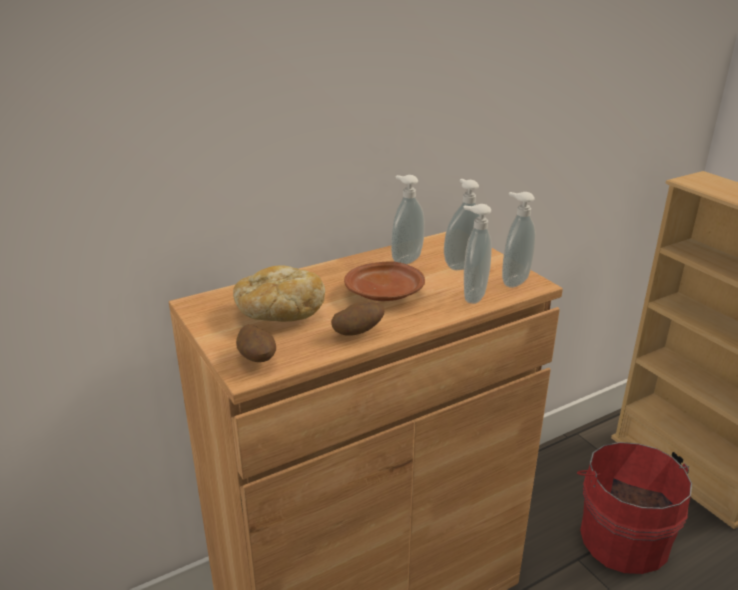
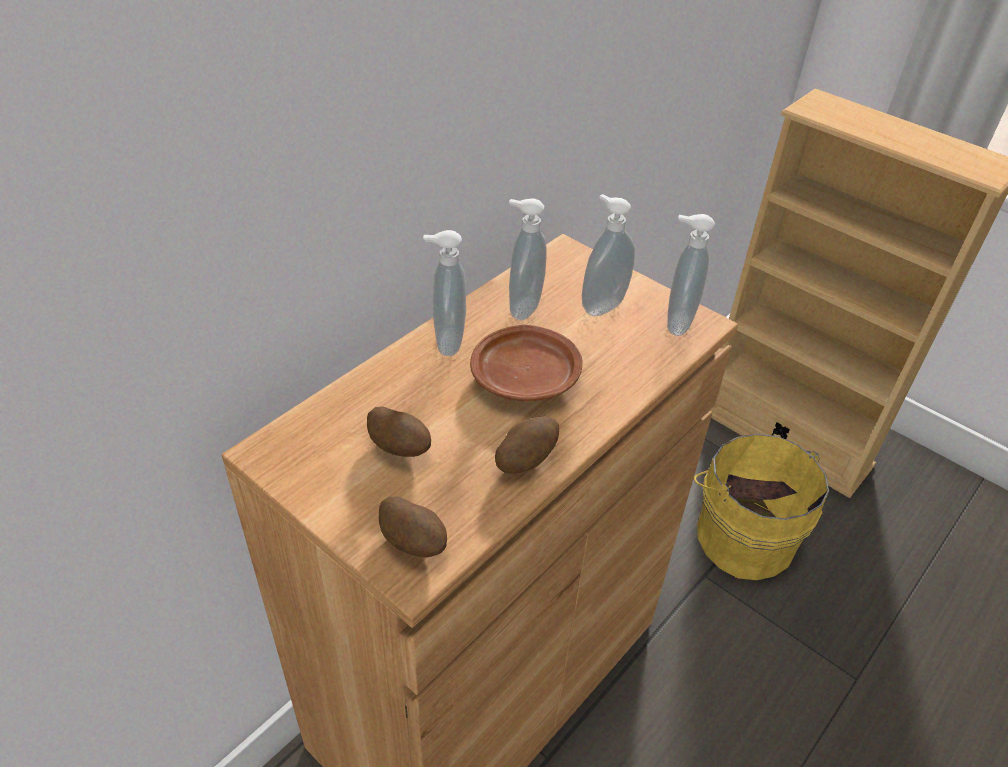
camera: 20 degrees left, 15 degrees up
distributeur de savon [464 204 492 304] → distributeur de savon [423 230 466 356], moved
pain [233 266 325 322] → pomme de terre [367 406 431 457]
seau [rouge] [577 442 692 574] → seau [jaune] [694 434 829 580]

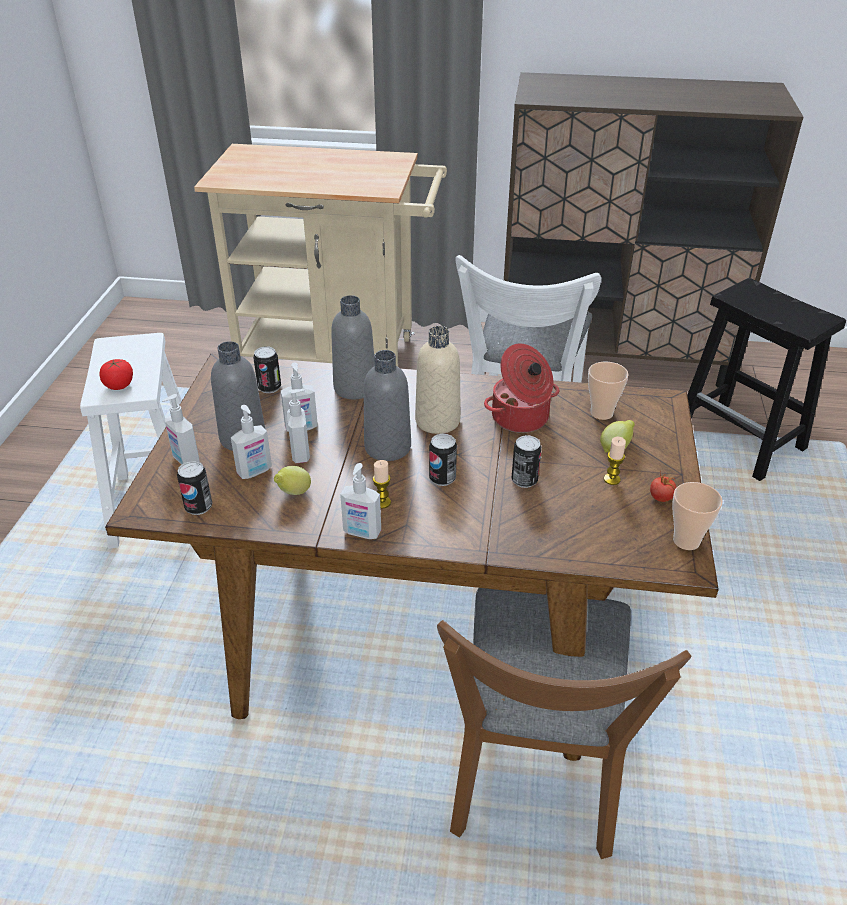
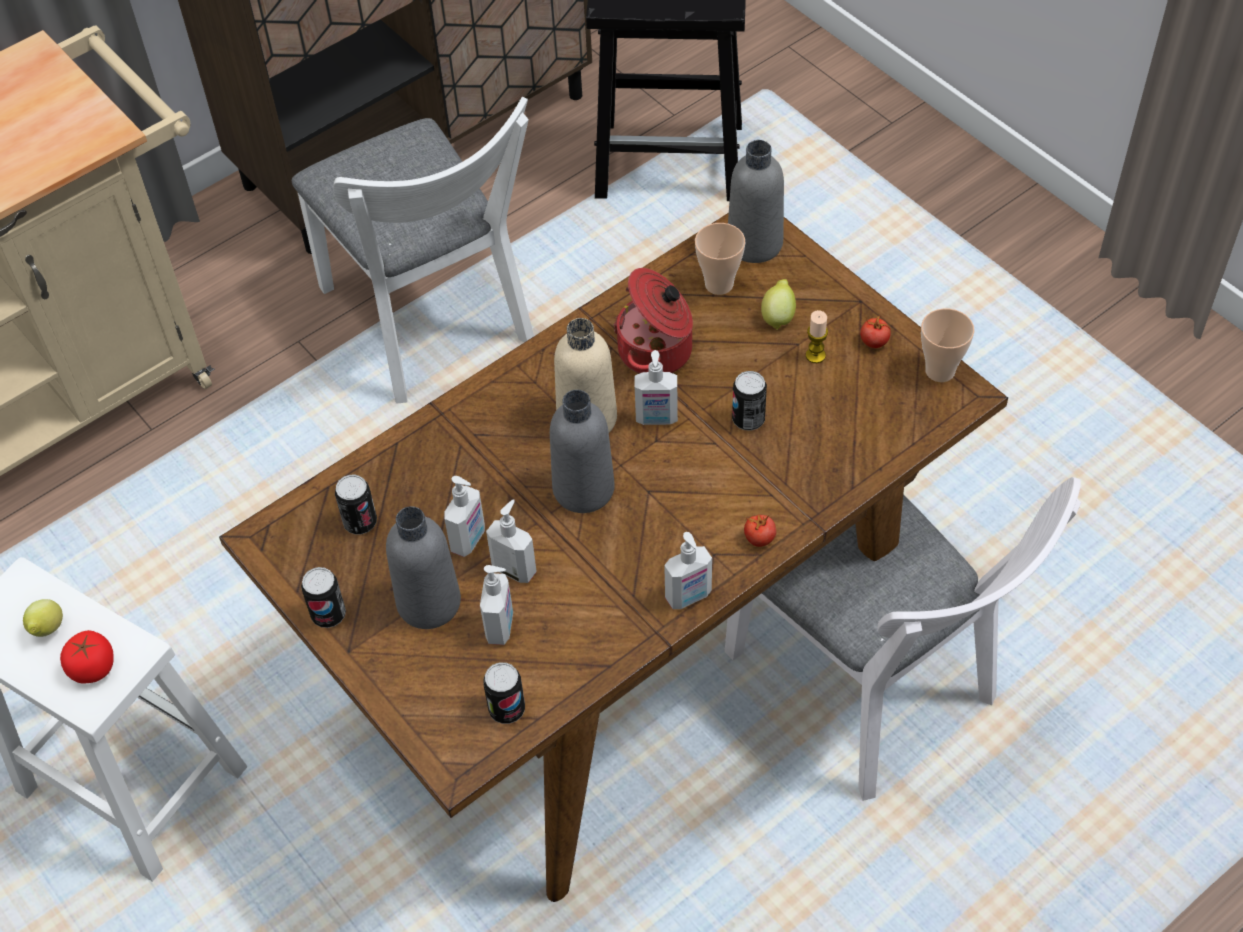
camera: 45 degrees left, 15 degrees up
bouteille [gris] [331 295 375 399] → bouteille [gris] [728 140 784 263], moved
distributeur de savon [162 394 200 465] → distributeur de savon [635 350 678 425], moved
boîte métallique [429 434 457 486] → boîte métallique [301 567 346 628], moved
bougie [373 460 391 509] → -
citron [274 466 311 495] → citron [23 599 63 637], moved
chaise [marron] [437 588 691 859] → chaise [blanc] [725 477 1081 801]
- → tomate [744 514 776 547]

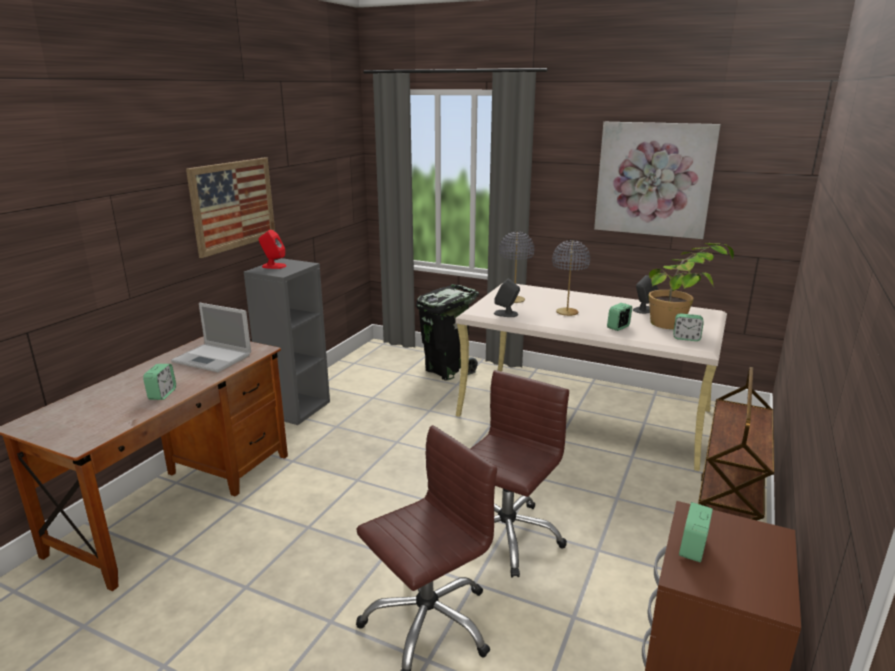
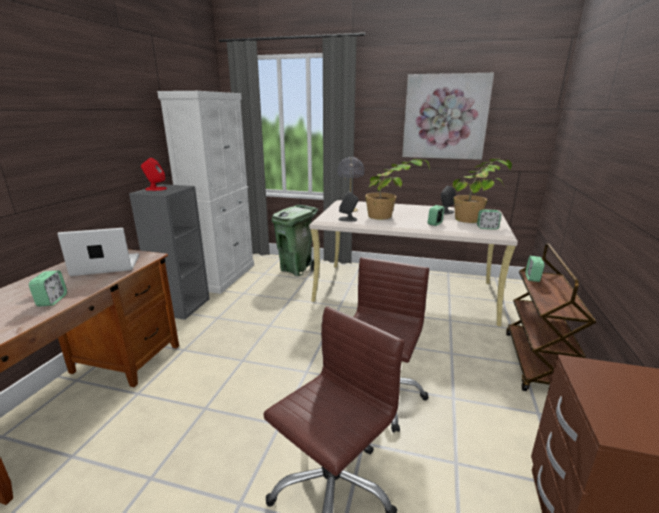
camera: 10 degrees left, 0 degrees up
tableau [186 157 275 258] → -
lampe de table [gris] [552 240 590 316] → plante en pot [365 159 430 220]
poubelle [noir] [416 284 479 381] → poubelle [vert] [272 205 318 276]
ordinateur portable [171 303 251 372] → ordinateur portable [58 228 139 276], 150 degrees clockwise
réveil [679 502 713 562] → réveil [525 256 545 282], moved
- → meuble de rangement [blanc] [157 91 254 294]

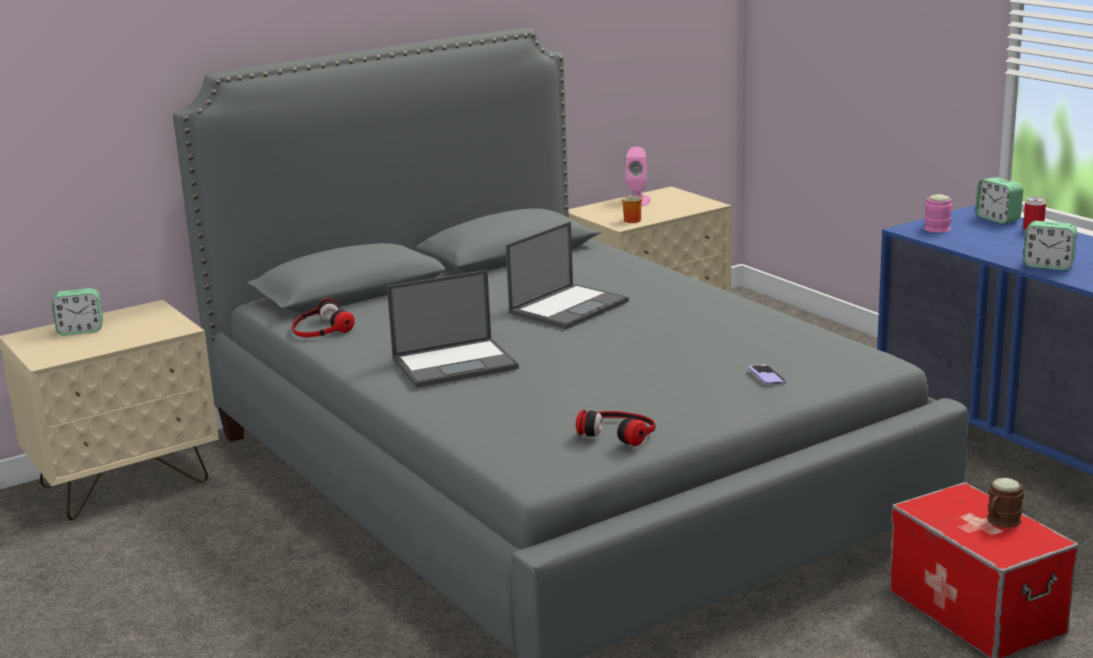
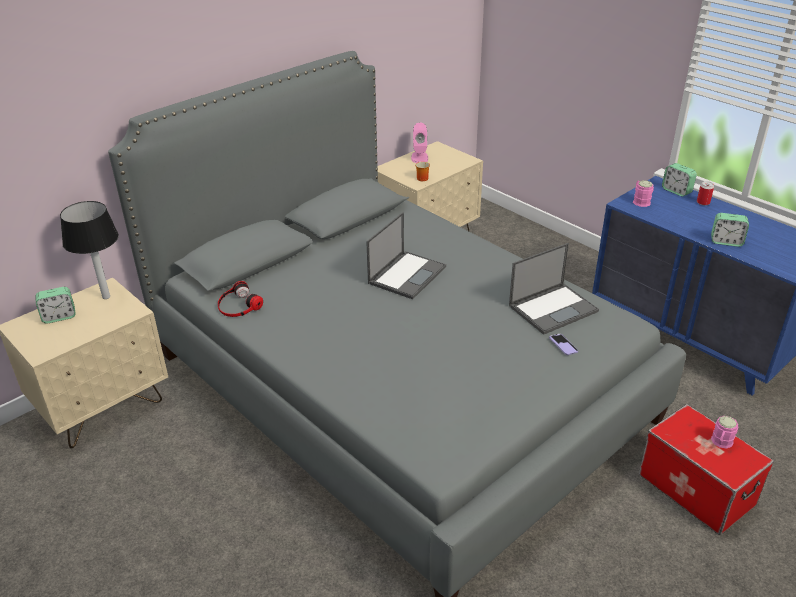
camera: 10 degrees left, 15 degrees up
ordinateur portable [387 270 519 388] → ordinateur portable [509 243 599 335], moved
casque audio [576 410 656 446] → -
mug [marron] [987 478 1024 528] → mug [rose] [711 416 738 449]
- → lampe de table [60 201 119 299]

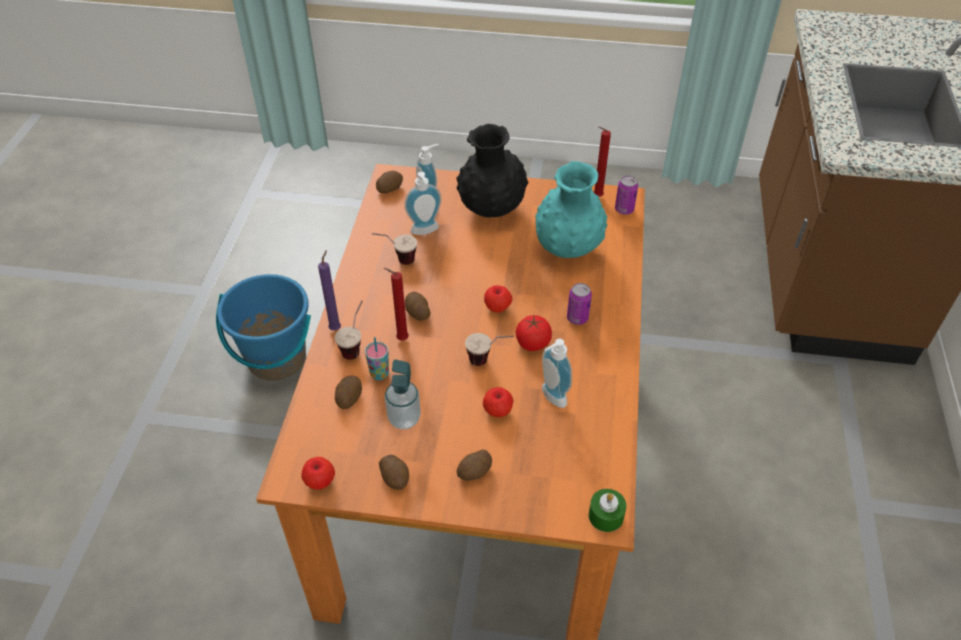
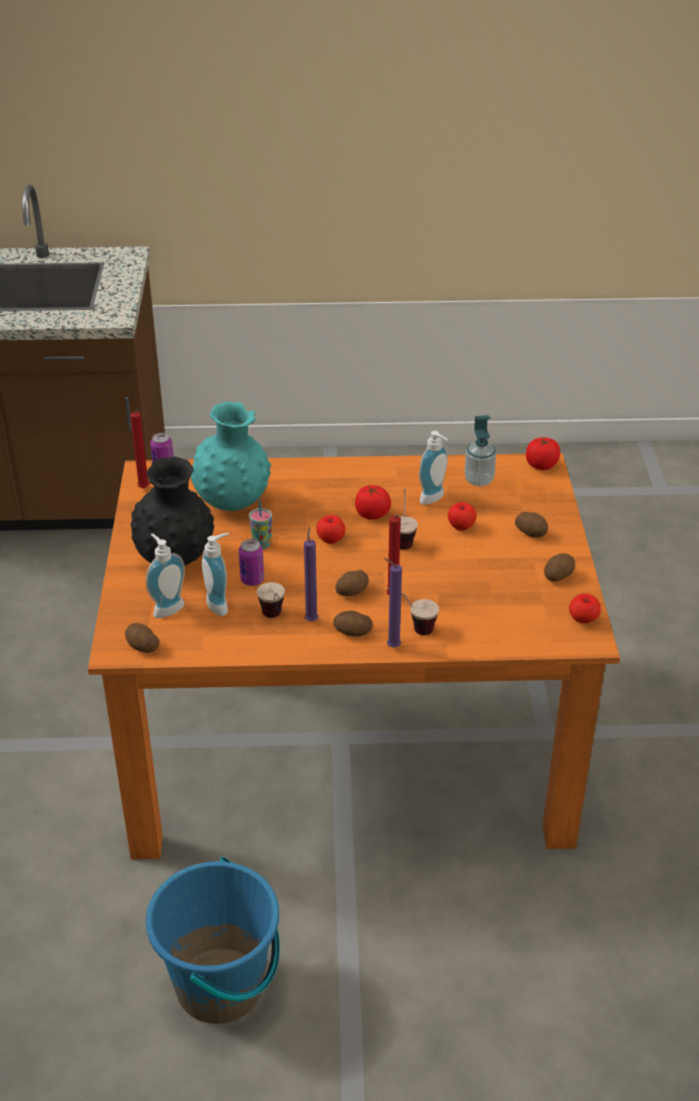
camera: 100 degrees left, 10 degrees down
boîte métallique [567 283 592 325] → boîte métallique [239 539 264 586], moved
tasse [365 337 389 380] → tasse [249 499 272 549], moved
distributeur de savon [384 359 421 430] → distributeur de savon [465 415 496 486], moved
pomme de terre [335 375 362 409] → pomme de terre [333 611 373 636], moved
bougie [vert] [588 489 627 532] → tomate [526 437 560 470]
- → bougie [violet] [304 526 318 621]

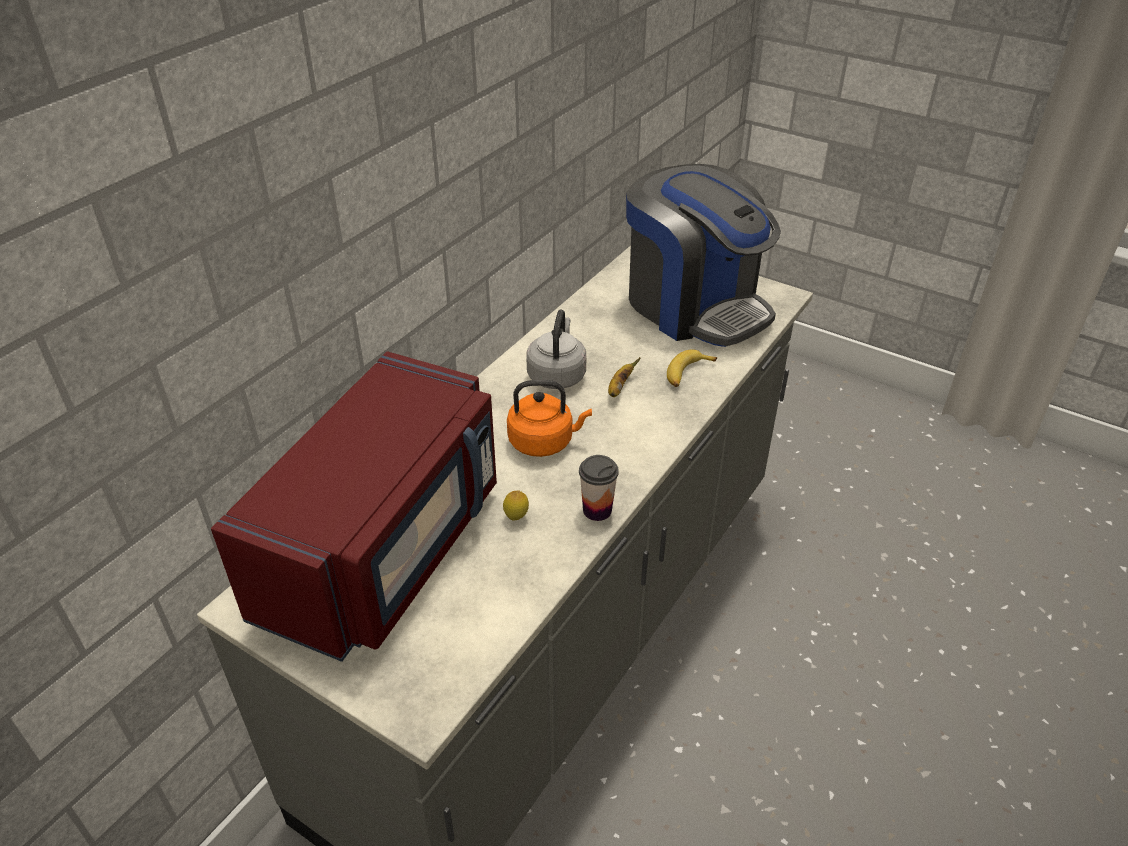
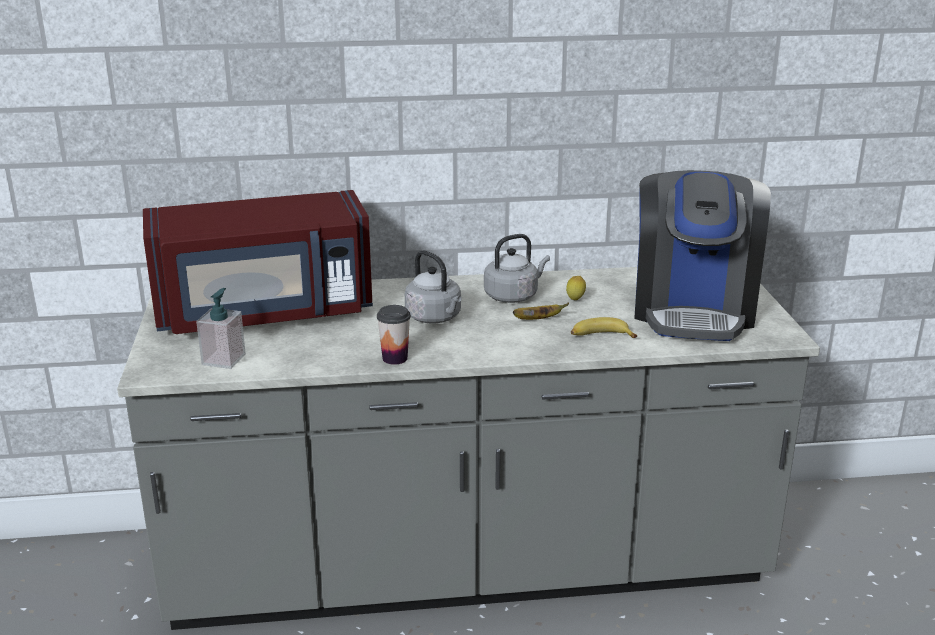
camera: 50 degrees right, 15 degrees down
bouilloire [orange] [507 380 592 457] → bouilloire [gris] [405 250 462 323]
citron [503 491 529 521] → citron [566 276 586 300], moved
- → distributeur de savon [196 288 246 369]

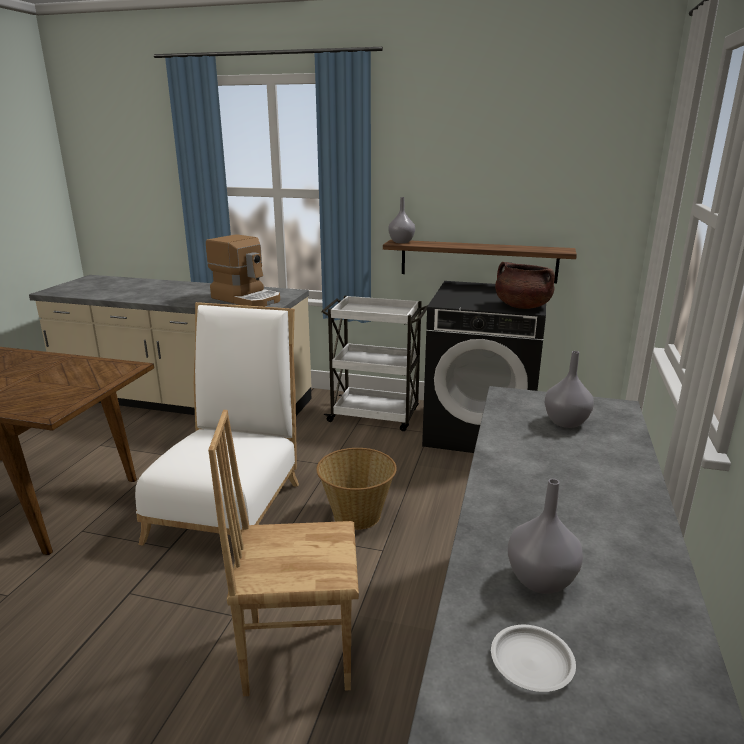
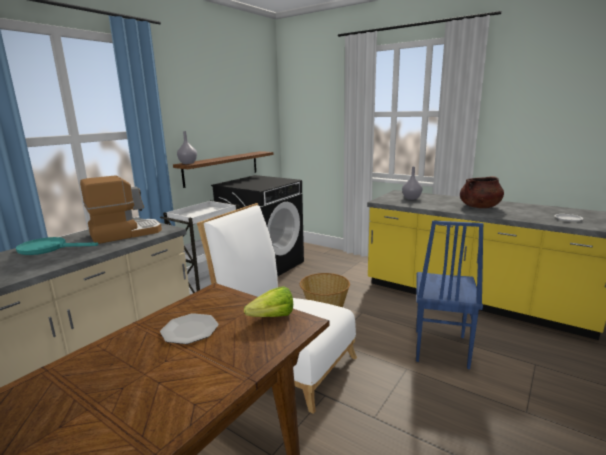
camera: 70 degrees left, 5 degrees down
marmite [marron] [495 262 555 309] → marmite [marron] [460 176 504 208], moved
chaise [marron] [208 410 359 696] → chaise [bleu] [416 220 484 369]
vase [gris] [508 479 583 594] → -
- → poêle [turquoise] [16 237 98 255]
- → laitue [244 287 293 317]
- → assiette [160 313 219 344]

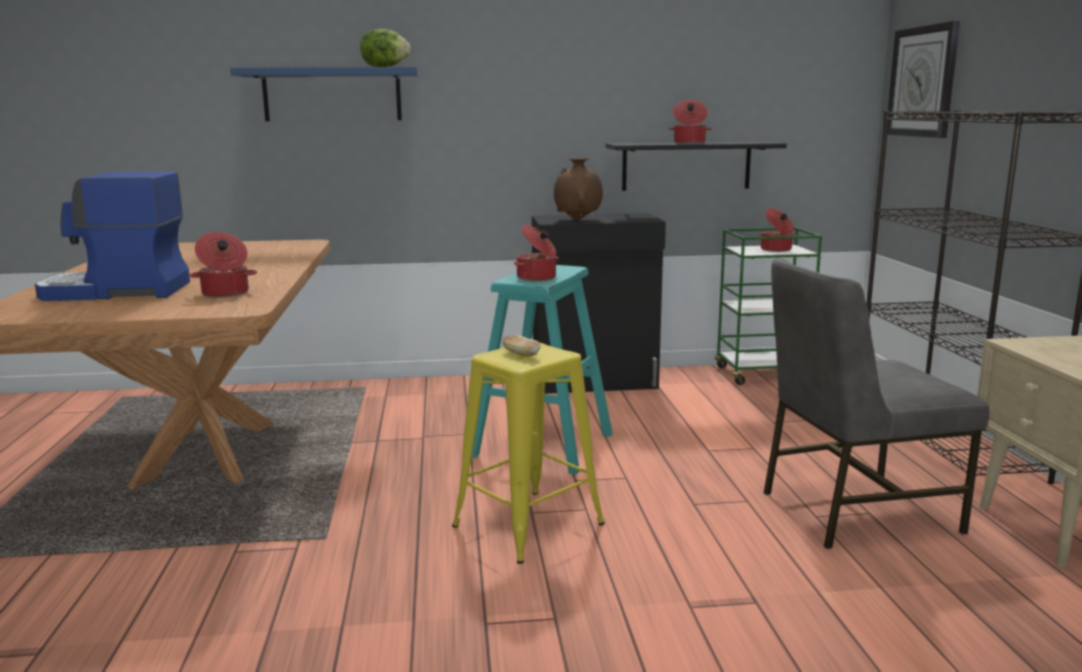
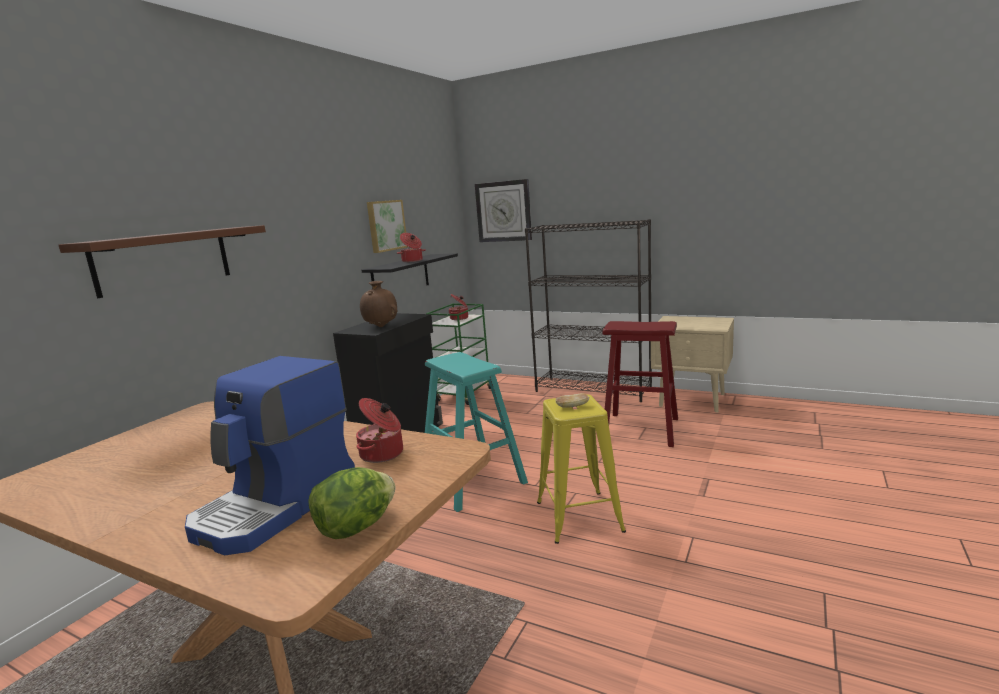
camera: 55 degrees left, 0 degrees up
laitue [360 29 411 67] → laitue [308 467 395 539], moved
étagère [bleu] [230 67 418 121] → étagère [marron] [58 225 266 298]
marmite [514 225 559 281] → -
chaise [gris] [763 258 990 549] → tabouret [rouge] [602 321 678 447]
- → tableau [367 200 408 253]

